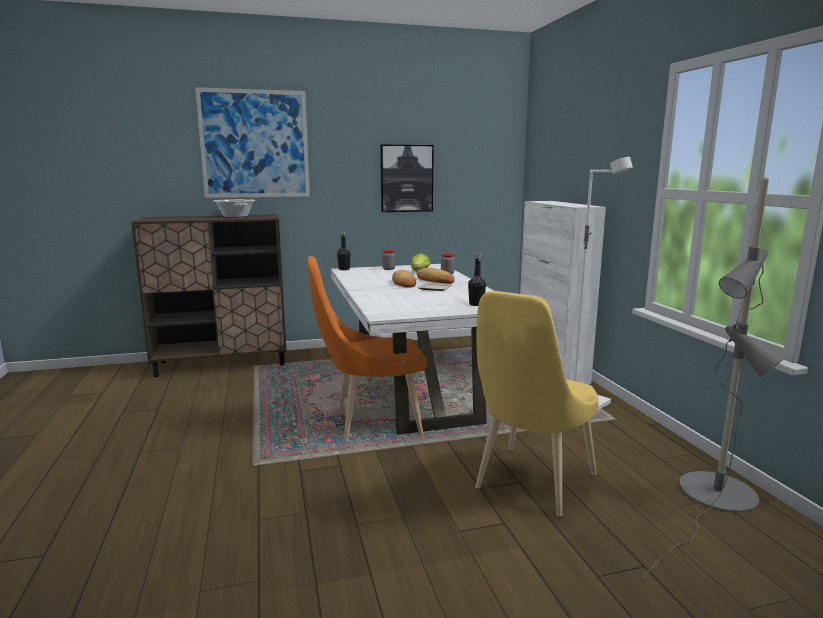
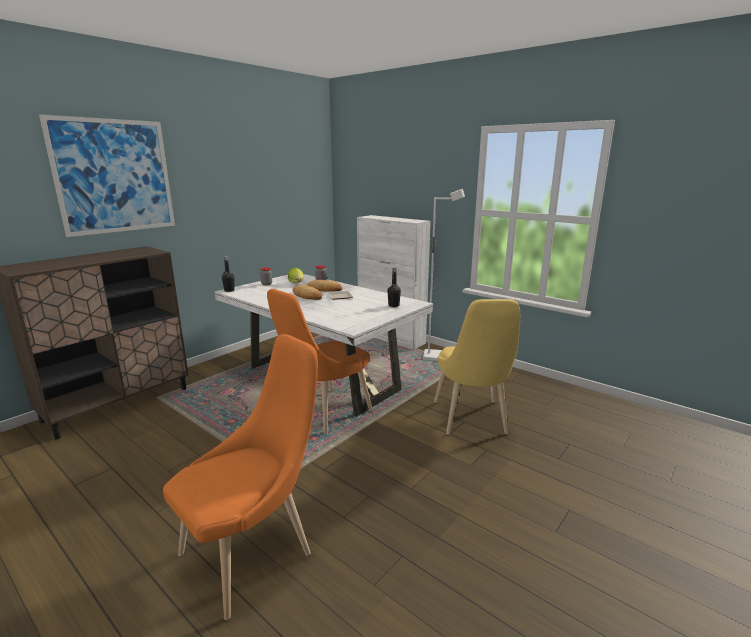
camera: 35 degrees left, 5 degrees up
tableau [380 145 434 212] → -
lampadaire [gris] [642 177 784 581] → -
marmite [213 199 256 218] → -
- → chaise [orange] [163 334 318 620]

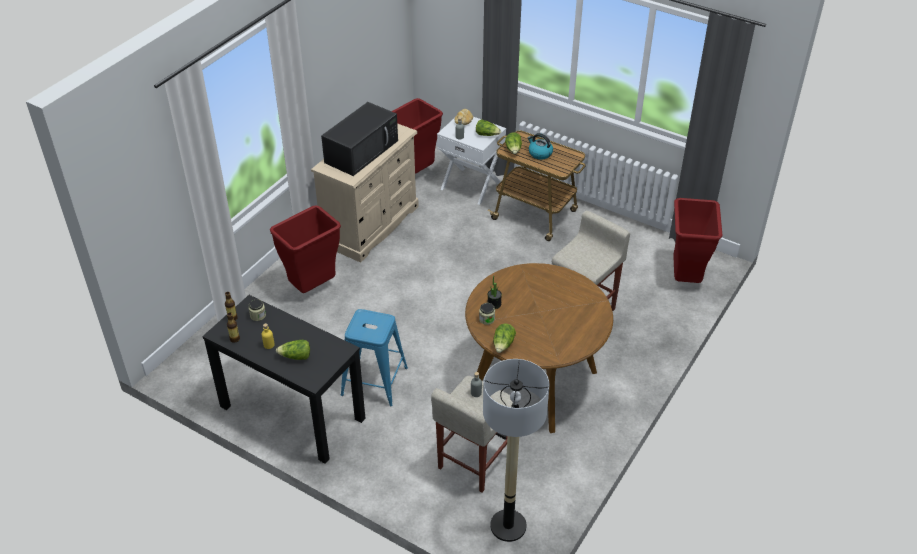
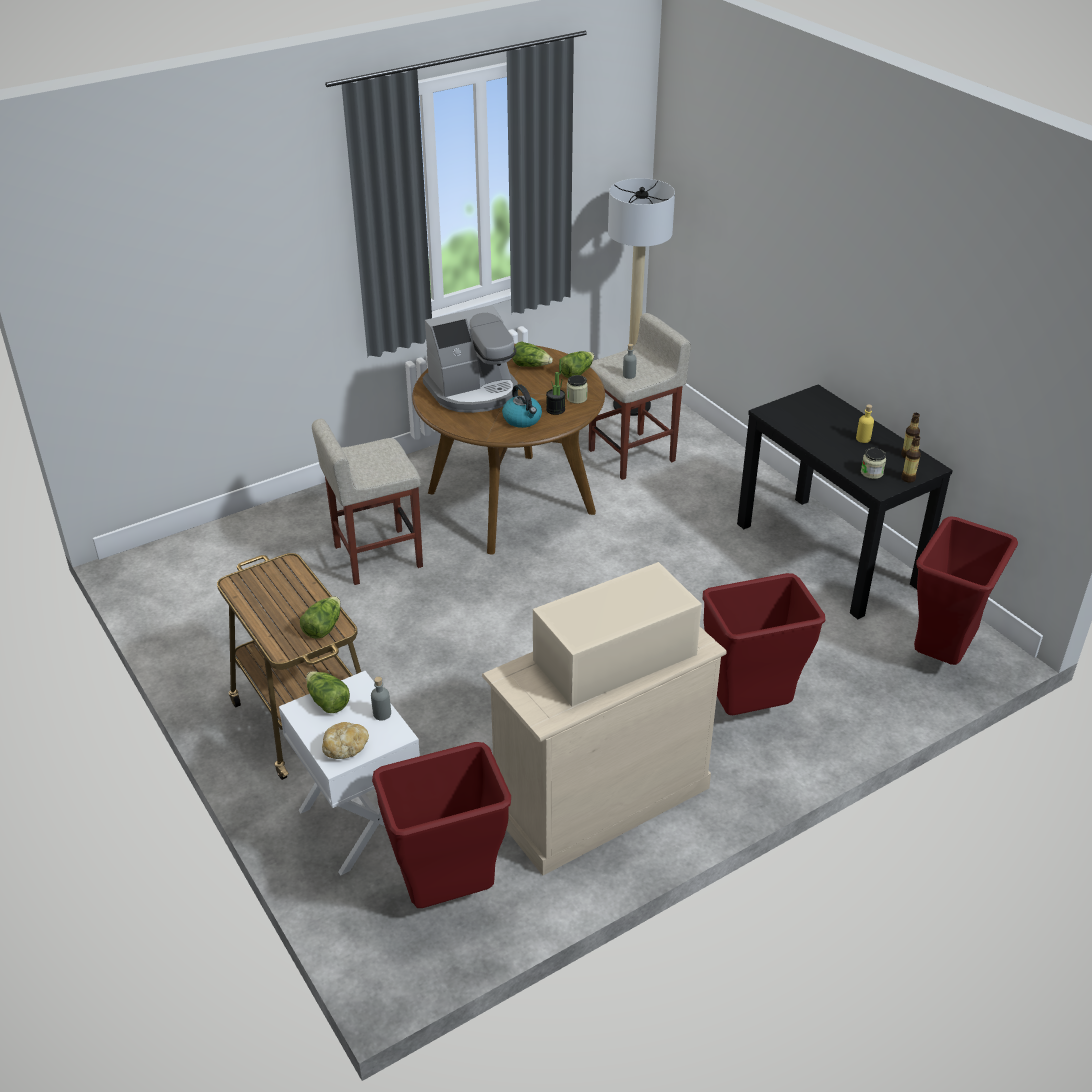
camera: 155 degrees left, 5 degrees down
micro-ondes [noir] [321 102 398 176] → micro-ondes [beige] [533 562 702 706]
bouilloire [528 133 553 159] → bouilloire [502 384 542 428], moved
poubelle [rouge] [673 198 722 283] → poubelle [rouge] [914 516 1018 665], moved
tabouret [bleu] [341 309 408 406] → -
laitue [276 340 310 360] → laitue [512 342 553 367], moved
- → machine à café [423 305 518 413]

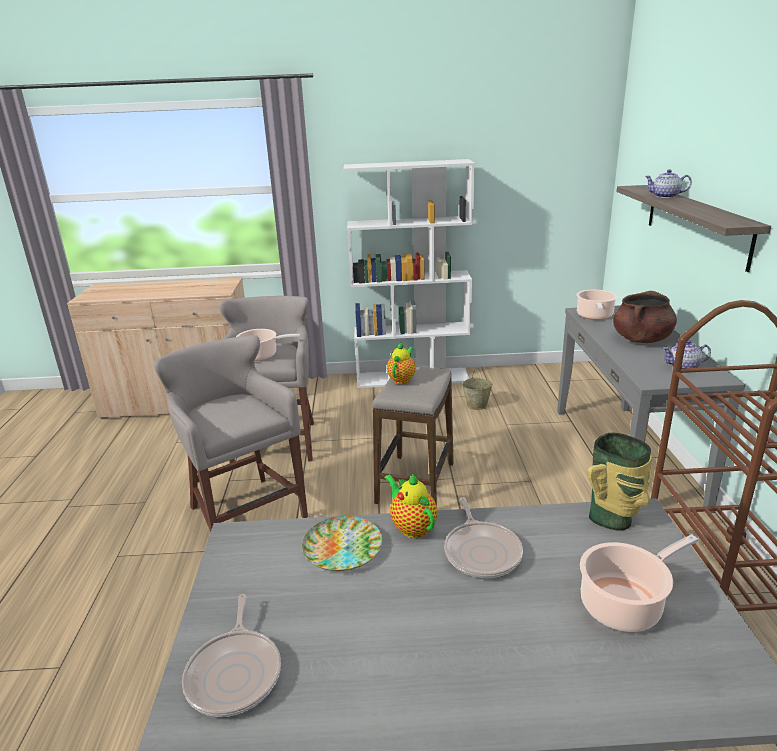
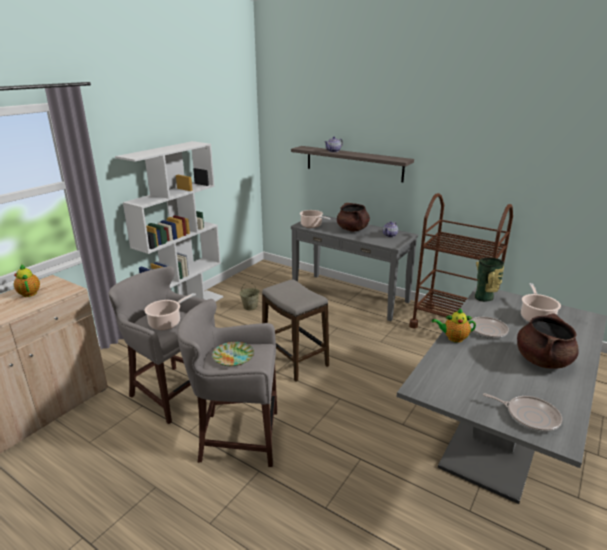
camera: 55 degrees left, 0 degrees up
théière [387 342 416 384] → théière [14 264 40 297], moved
assiette [302 516 383 571] → assiette [212 342 254 366], moved
- → marmite [marron] [517 313 579 369]

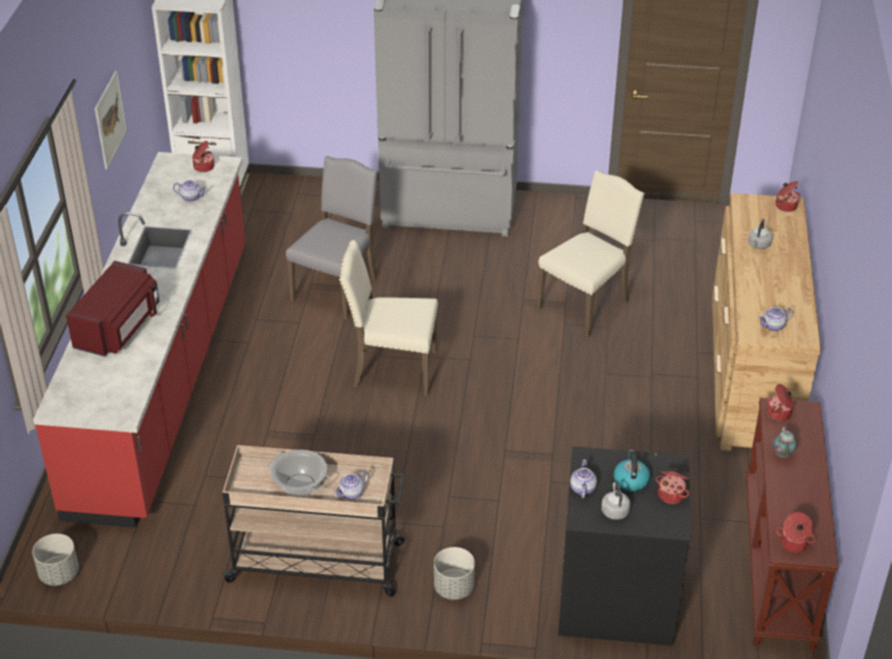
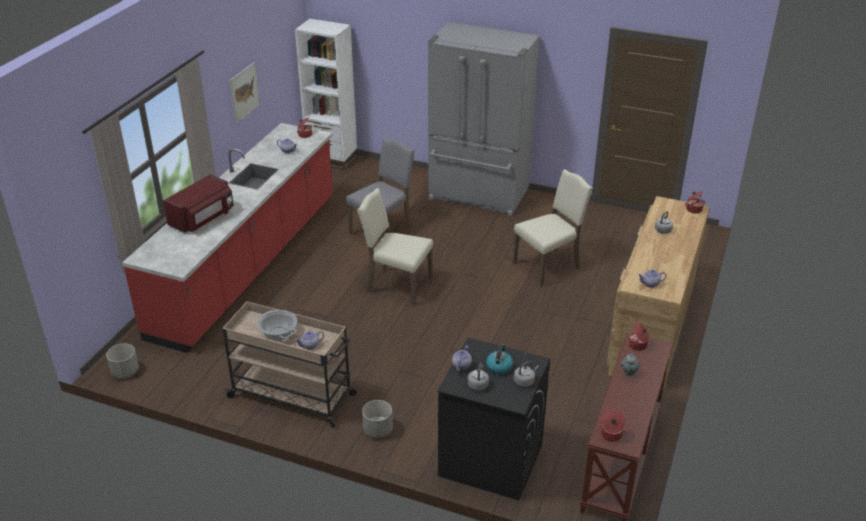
camera: 15 degrees right, 5 degrees down
marmite [656 468 689 504] → bouilloire [gris] [514 361 539 387]

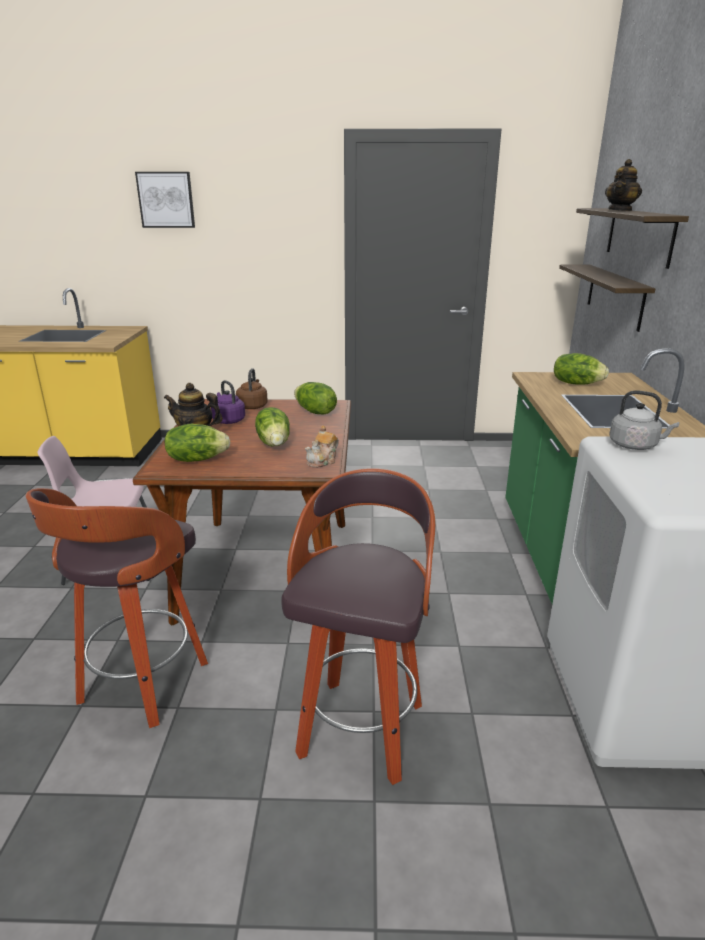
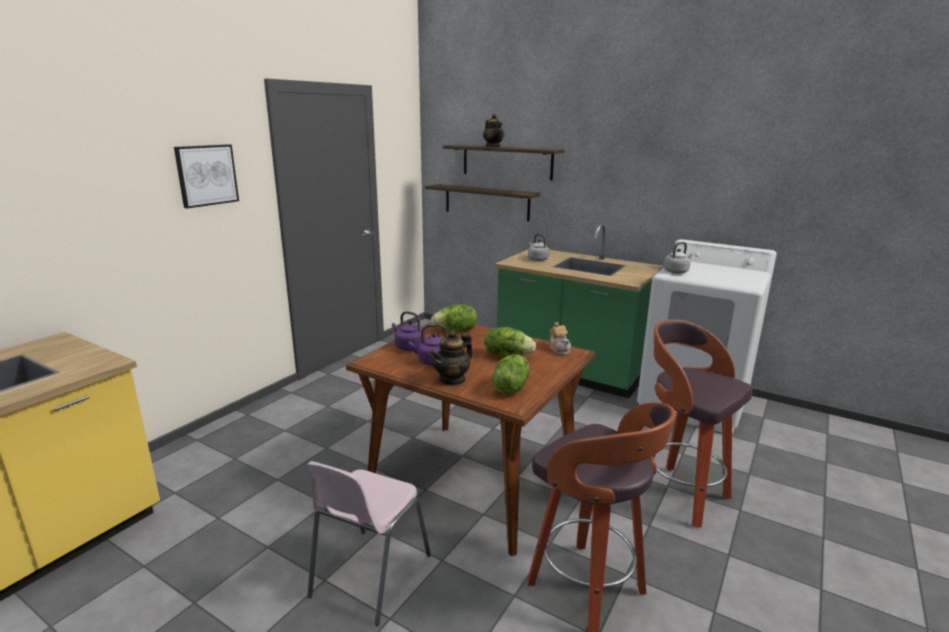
camera: 60 degrees left, 5 degrees down
tableau [135 172 195 228] → tableau [174 144 239 208], moved
laitue [554 353 609 385] → bouilloire [gris] [528 234 549 261]
bouilloire [marron] [236 368 268 409] → bouilloire [violet] [392 311 425 351]

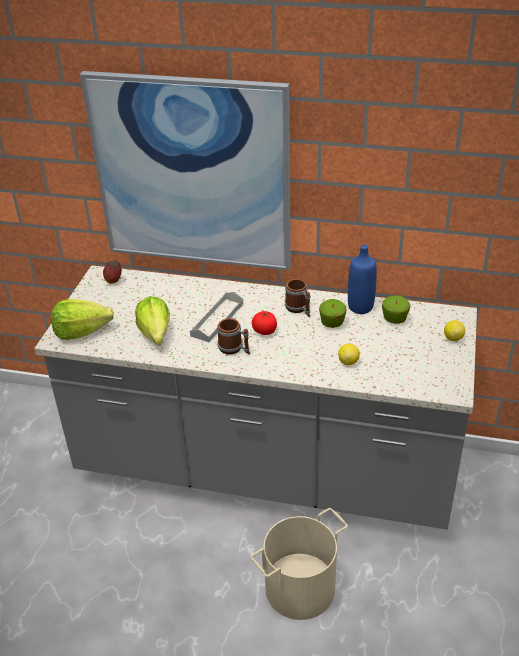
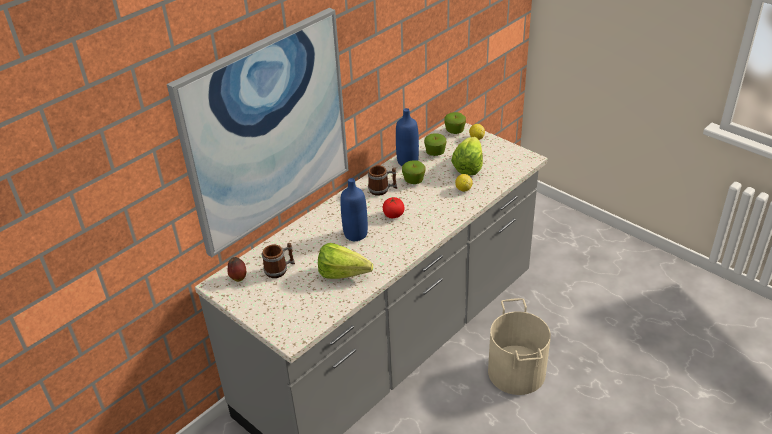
camera: 60 degrees left, 0 degrees up
plateau [gris] [190 292 243 342] → bouteille [bleu] [340 178 368 241]
laitue [51 299 114 340] → laitue [451 137 483 175], moved
mug [217 318 250 355] → mug [262 243 295 278], moved
- → pomme [444 112 466 134]

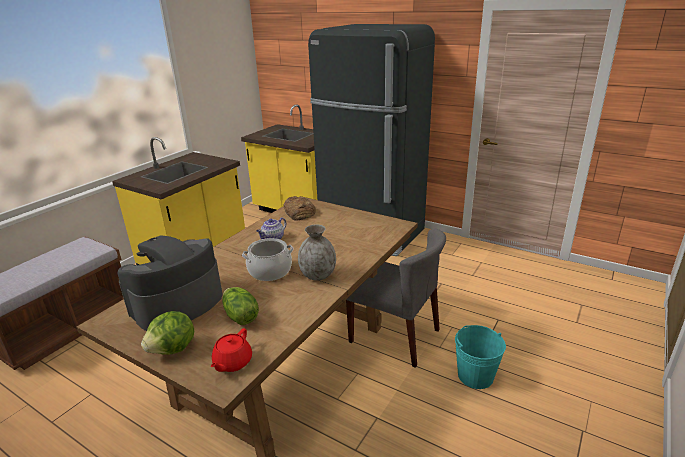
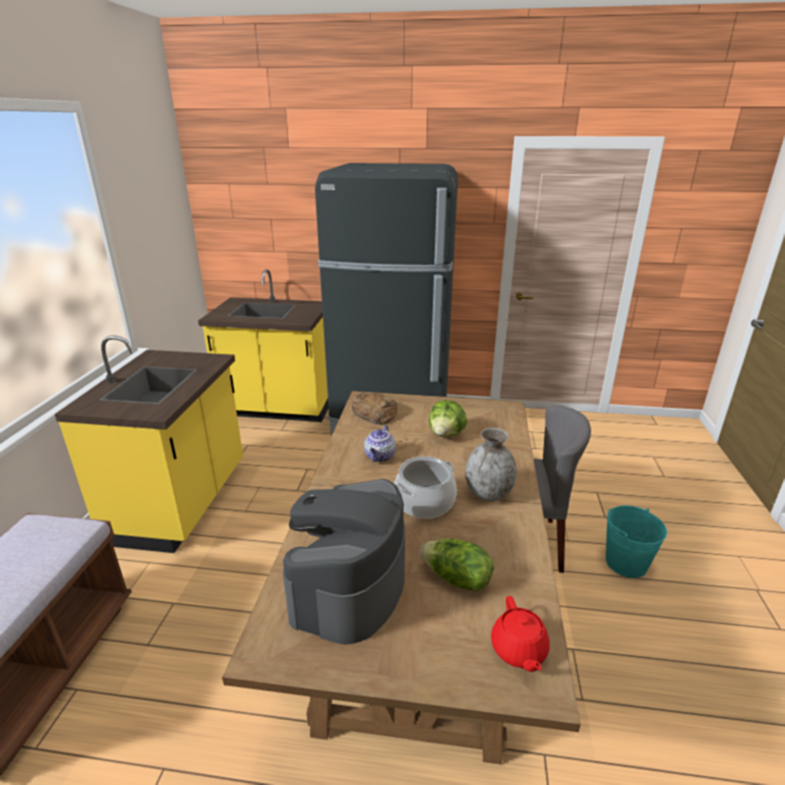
camera: 25 degrees left, 0 degrees up
laitue [141 311 194 355] → laitue [429 400 467 437], moved

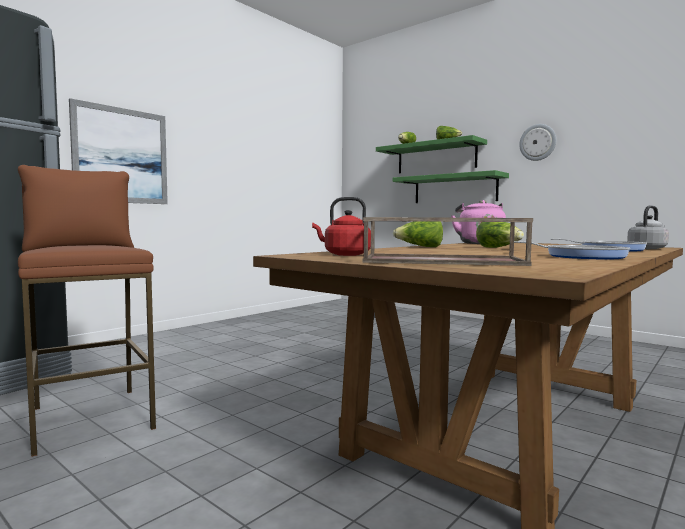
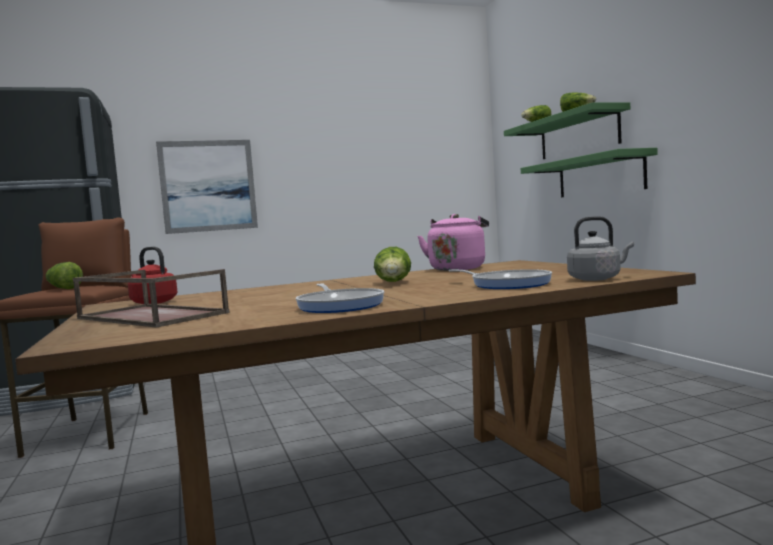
camera: 30 degrees right, 0 degrees up
horloge murale [519 124 556 161] → -
laitue [393 221 443 247] → laitue [45 262 83 289], moved

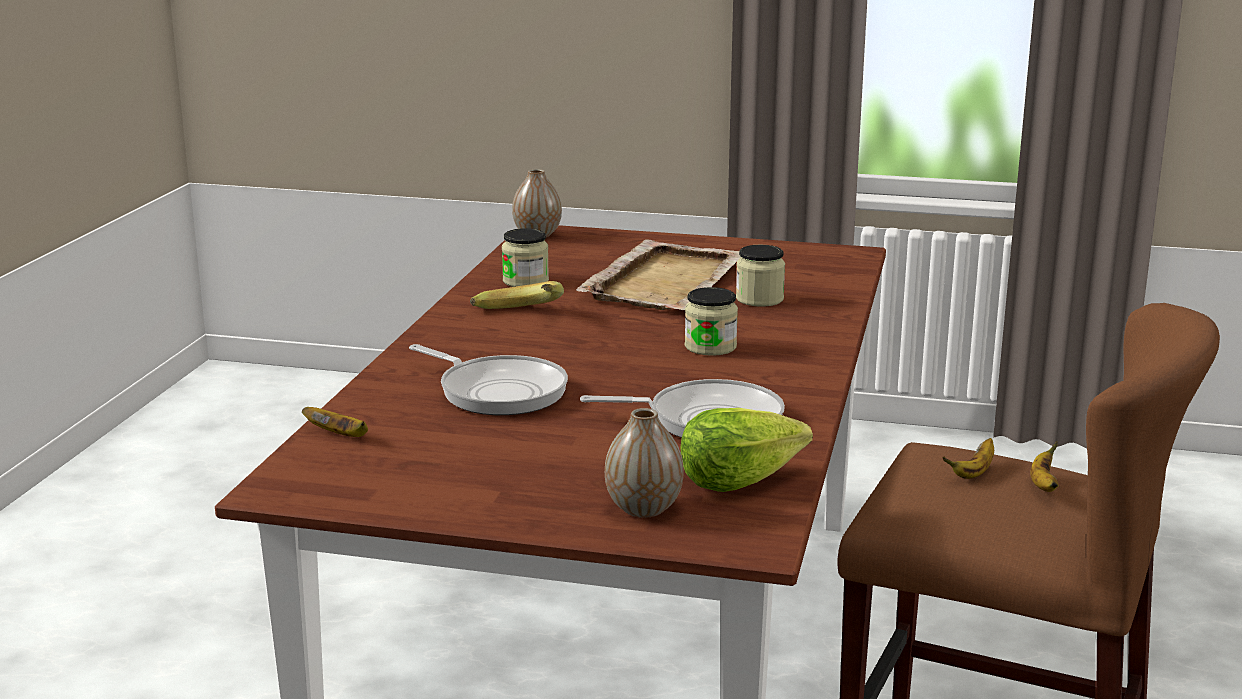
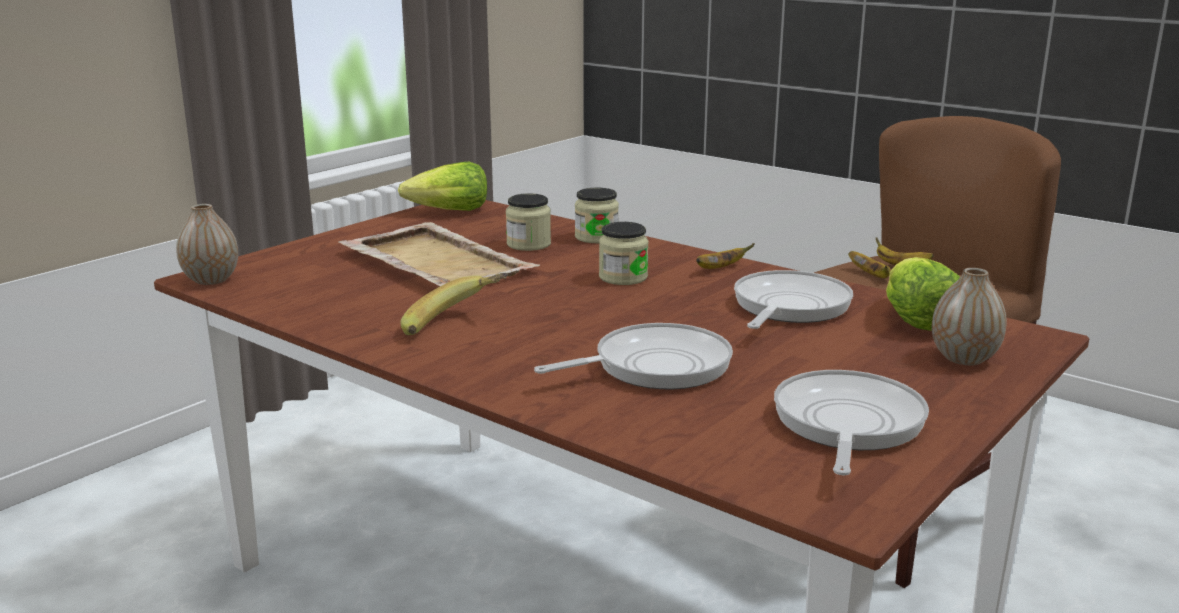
camera: 65 degrees left, 0 degrees up
bocal [502 228 549 287] → bocal [575 188 619 243], moved
banane [302 407 368 437] → banane [696 243 754 269], moved
- → laitue [398 162 487 211]
- → poêle [774 370 929 475]

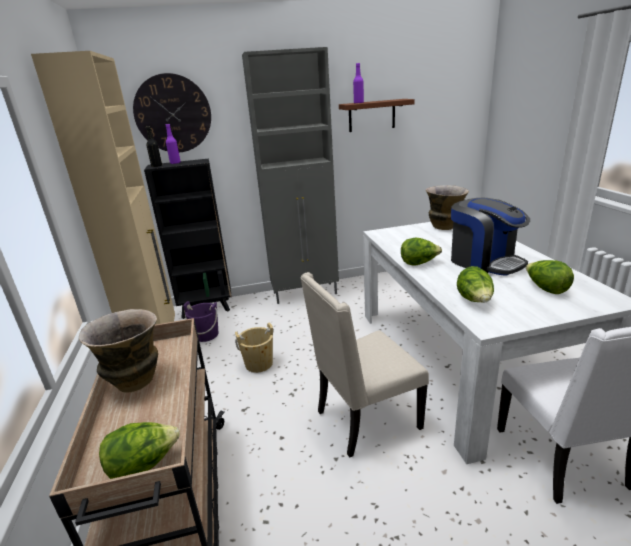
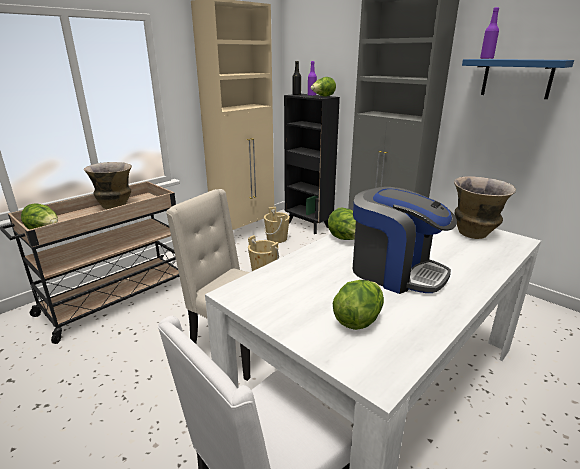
camera: 55 degrees right, 0 degrees up
horloge murale [133 73 211 152] → -
étagère [marron] [339 99 415 132] → étagère [bleu] [462 59 574 99]
machine à café [451 198 530 276] → machine à café [353 187 457 294], 75 degrees counterclockwise
laitue [457 266 494 303] → laitue [311 77 336 97], moved
seau [violet] [183 301 218 342] → seau [beige] [264 207 290 243]

